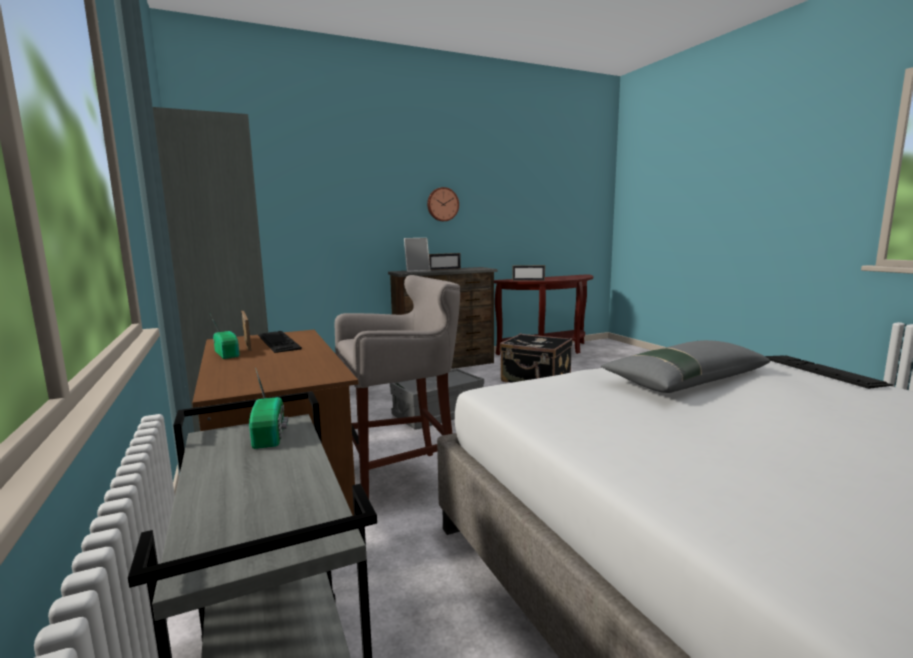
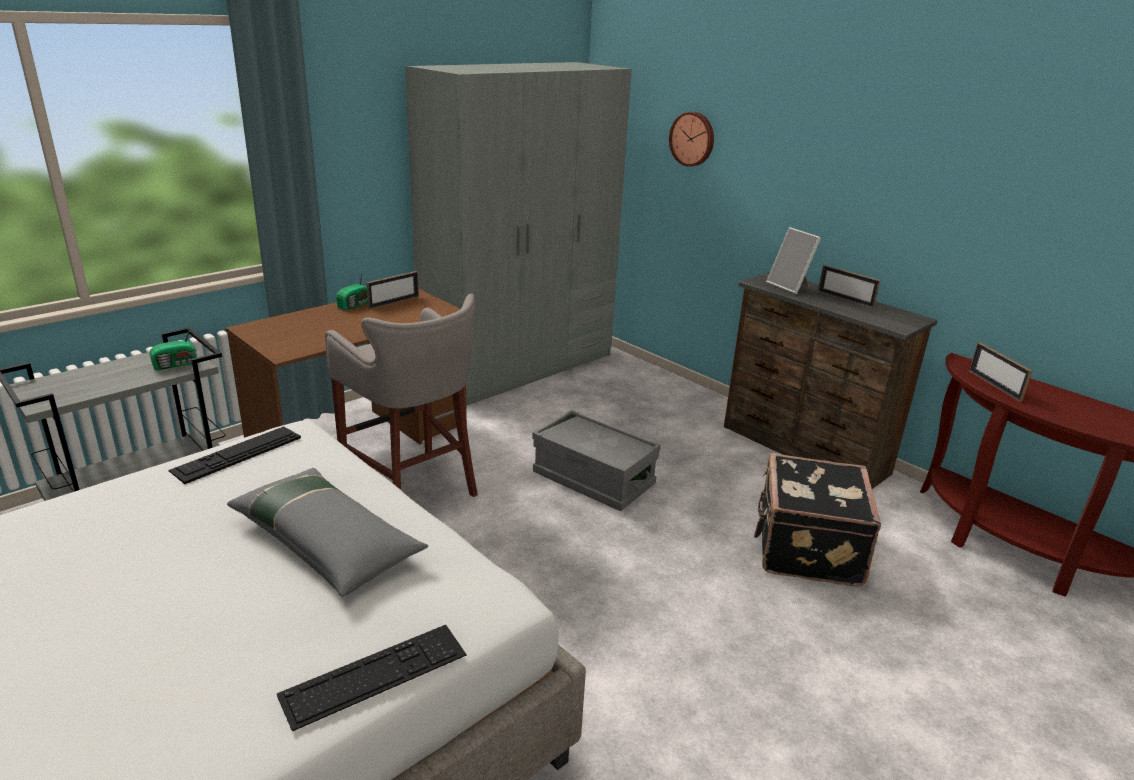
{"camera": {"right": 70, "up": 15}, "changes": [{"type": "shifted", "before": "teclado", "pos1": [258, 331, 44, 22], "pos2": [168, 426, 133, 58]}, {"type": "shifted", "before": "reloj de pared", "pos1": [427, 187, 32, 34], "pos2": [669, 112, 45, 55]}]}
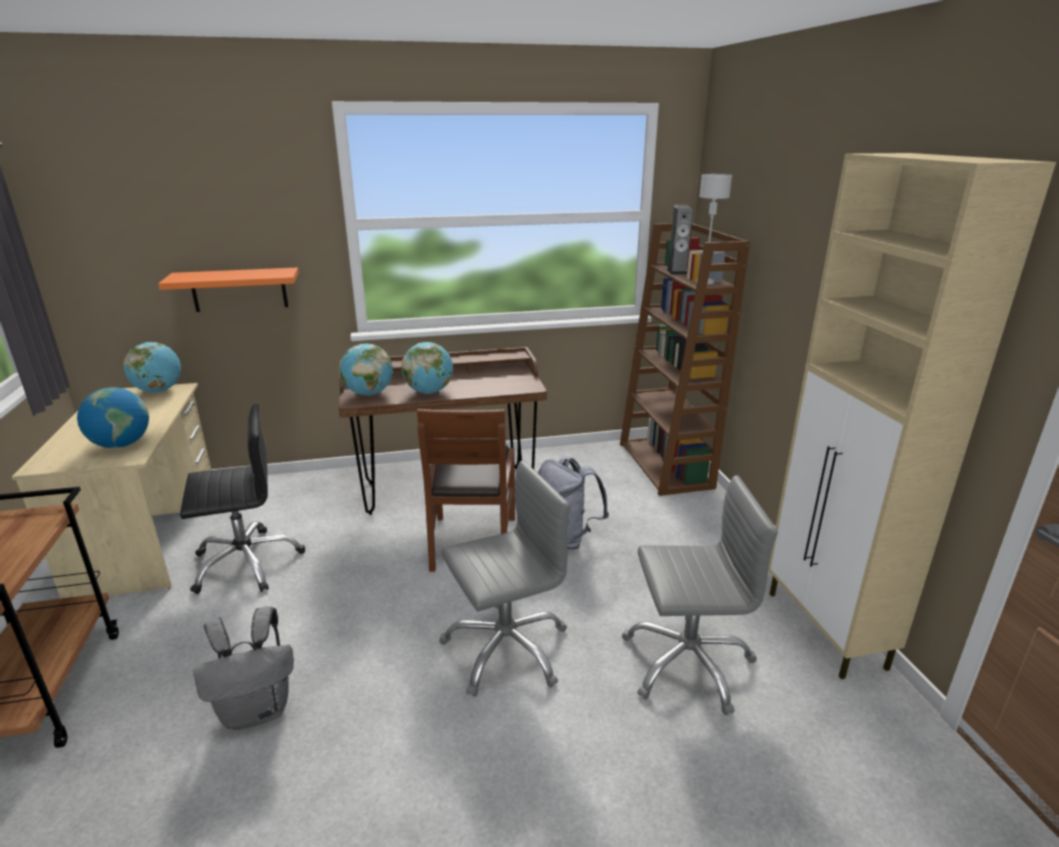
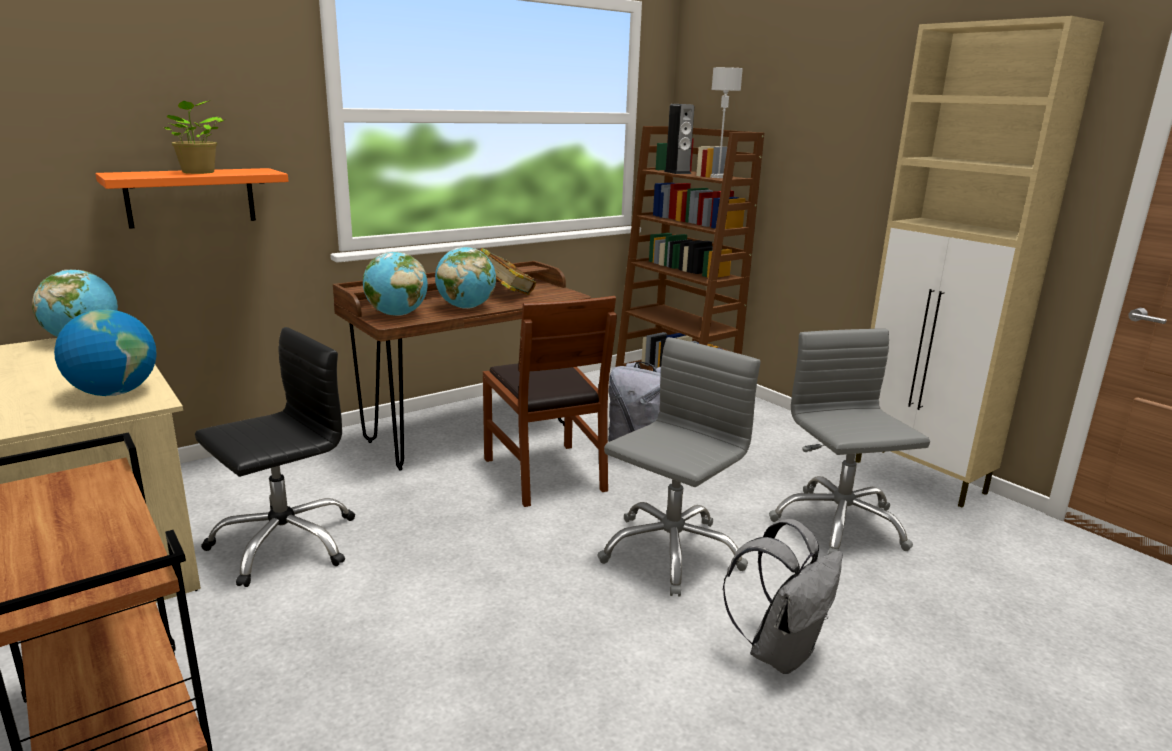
{"camera": {"right": -25, "up": -5}, "changes": [{"type": "new", "after": "planta en maceta", "pos2": [164, 100, 60, 74]}, {"type": "new", "after": "libro", "pos2": [480, 248, 56, 47]}, {"type": "shifted", "before": "mochila (gris)", "pos1": [193, 606, 101, 124], "pos2": [722, 519, 121, 155]}, {"type": "rotated", "before": "silla de oficina (gris)", "pos1": [622, 475, 156, 240], "pos2": [769, 329, 161, 225], "turn": -75}]}
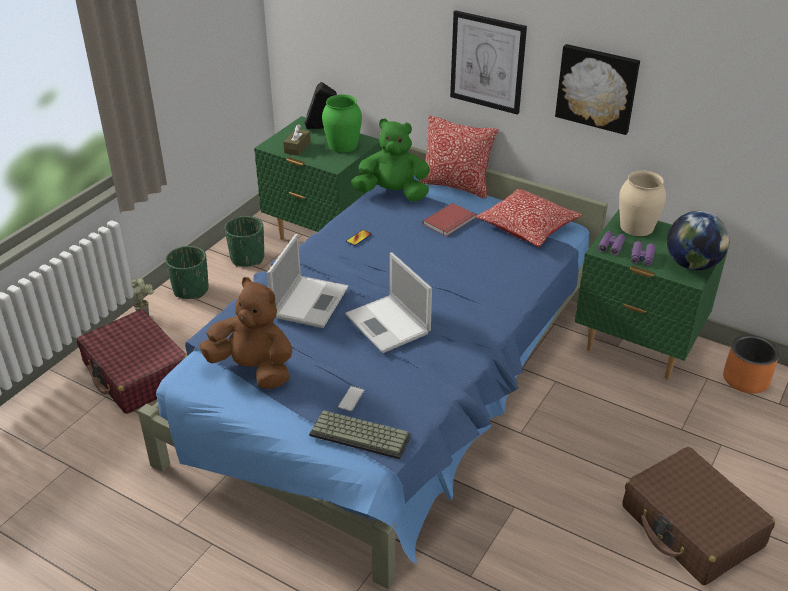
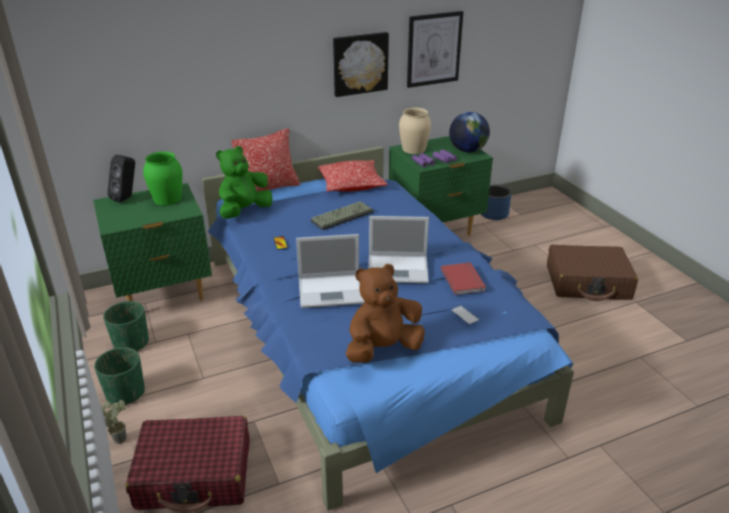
{"camera": {"right": -55, "up": -5}, "changes": [{"type": "gone", "before": "caja de pañuelos (marrón)", "pos1": [283, 125, 28, 31]}, {"type": "shifted", "before": "teclado", "pos1": [309, 410, 102, 49], "pos2": [310, 201, 64, 29]}, {"type": "shifted", "before": "libro (rojo)", "pos1": [423, 203, 53, 33], "pos2": [441, 262, 45, 33]}, {"type": "shifted", "before": "cuadro", "pos1": [450, 10, 77, 105], "pos2": [407, 11, 56, 77]}, {"type": "repainted", "before": "maceta (naranja)", "after": "maceta (azul)", "pos1": [723, 335, 56, 58], "pos2": [481, 185, 31, 35]}, {"type": "rotated", "before": "portátil", "pos1": [267, 234, 81, 94], "pos2": [296, 234, 68, 74], "turn": 120}]}
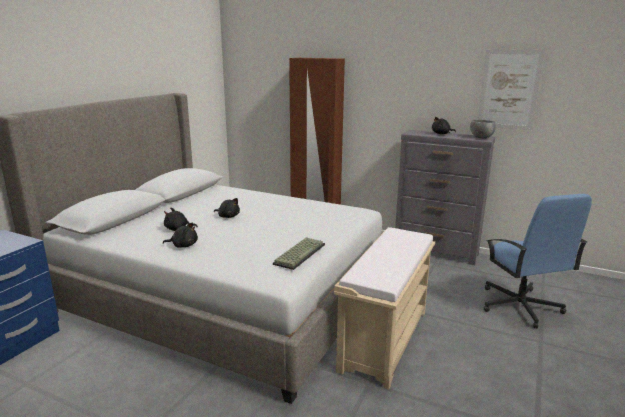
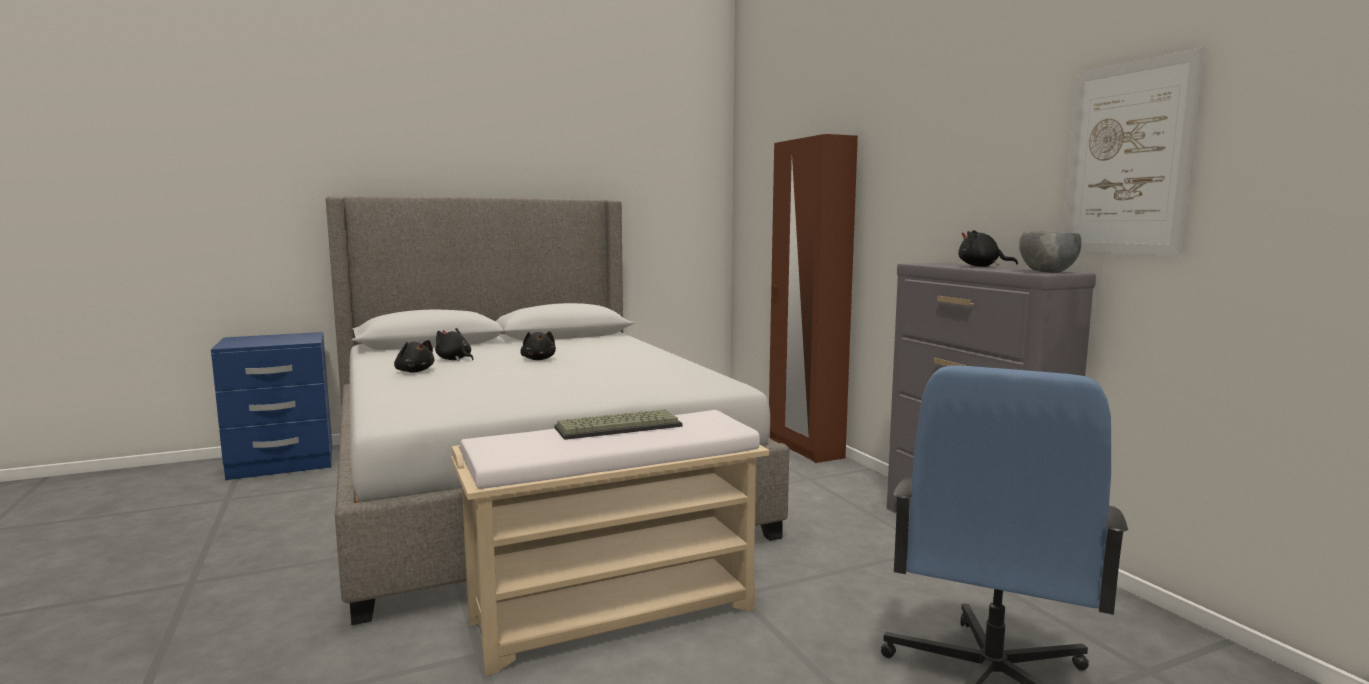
{"camera": {"right": 40, "up": -10}, "changes": [{"type": "shifted", "before": "teclado", "pos1": [273, 238, 52, 32], "pos2": [554, 409, 128, 31]}]}
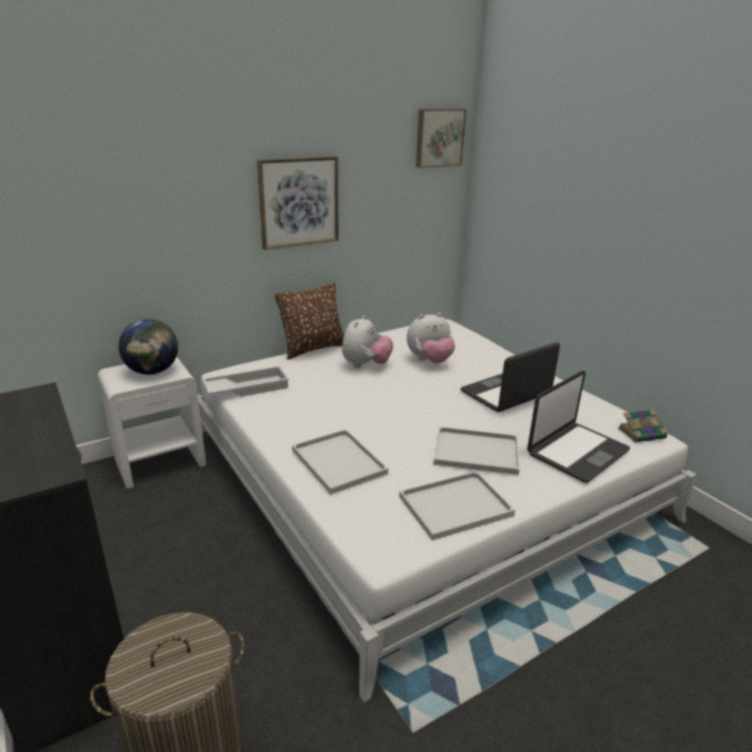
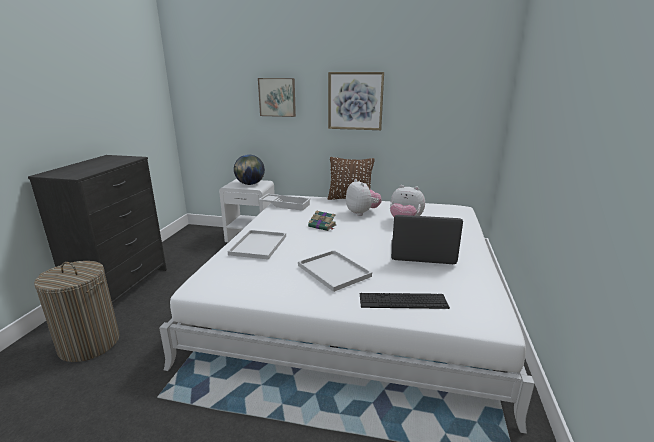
{"camera": {"right": 45, "up": -5}, "changes": [{"type": "gone", "before": "bandeja (blanco)", "pos1": [399, 471, 116, 70]}, {"type": "shifted", "before": "cuadro", "pos1": [416, 109, 50, 59], "pos2": [258, 78, 38, 39]}, {"type": "shifted", "before": "libro", "pos1": [618, 409, 51, 34], "pos2": [308, 211, 28, 20]}, {"type": "swapped", "before": "portátil", "after": "teclado", "pos1": [527, 371, 103, 112], "pos2": [360, 293, 90, 16]}, {"type": "rotated", "before": "peluche", "pos1": [342, 315, 51, 53], "pos2": [346, 179, 36, 37], "turn": -90}]}
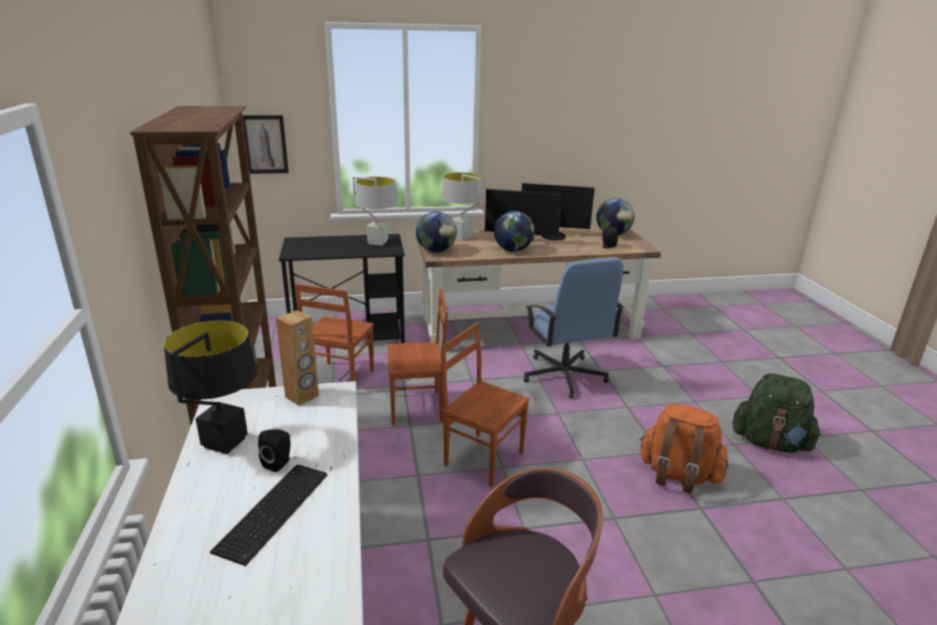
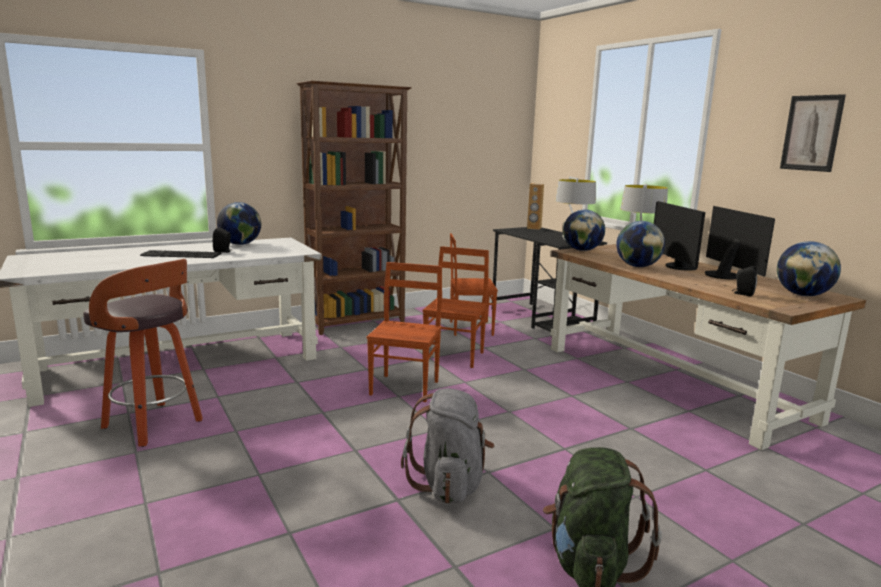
{"camera": {"right": 70, "up": -10}, "changes": [{"type": "gone", "before": "silla de oficina (azul)", "pos1": [524, 257, 100, 142]}, {"type": "shifted", "before": "cuadro", "pos1": [242, 115, 47, 59], "pos2": [780, 94, 66, 78]}, {"type": "shifted", "before": "altavoz (marrón)", "pos1": [276, 310, 43, 96], "pos2": [527, 183, 17, 47]}, {"type": "swapped", "before": "lámpara de mesa (negro)", "after": "globo terráqueo", "pos1": [164, 320, 93, 134], "pos2": [217, 202, 44, 43]}, {"type": "repainted", "before": "mochila (naranja)", "after": "mochila (gris)", "pos1": [640, 404, 88, 90], "pos2": [401, 388, 93, 116]}, {"type": "rotated", "before": "silla (marrón)", "pos1": [387, 289, 61, 136], "pos2": [423, 246, 66, 122], "turn": -135}]}
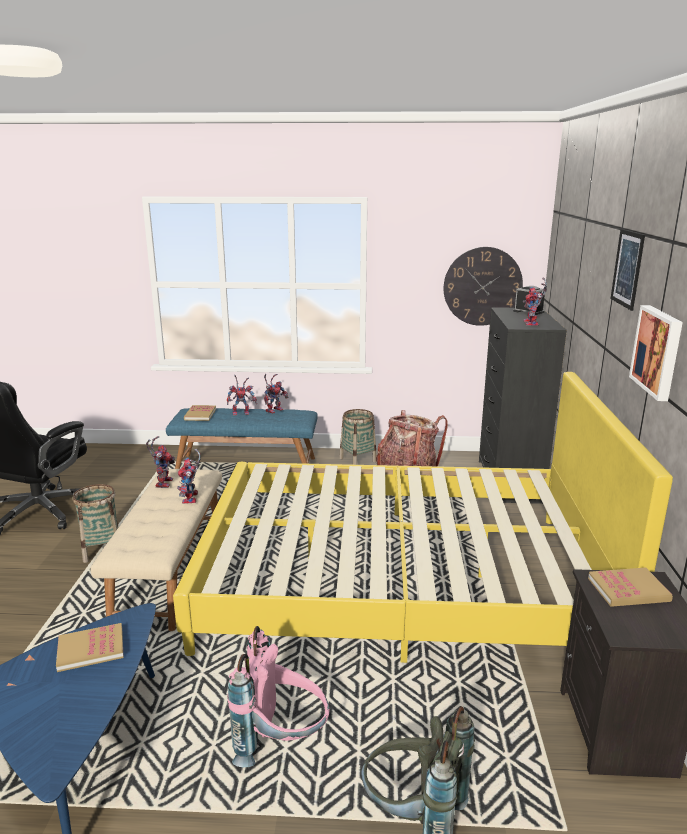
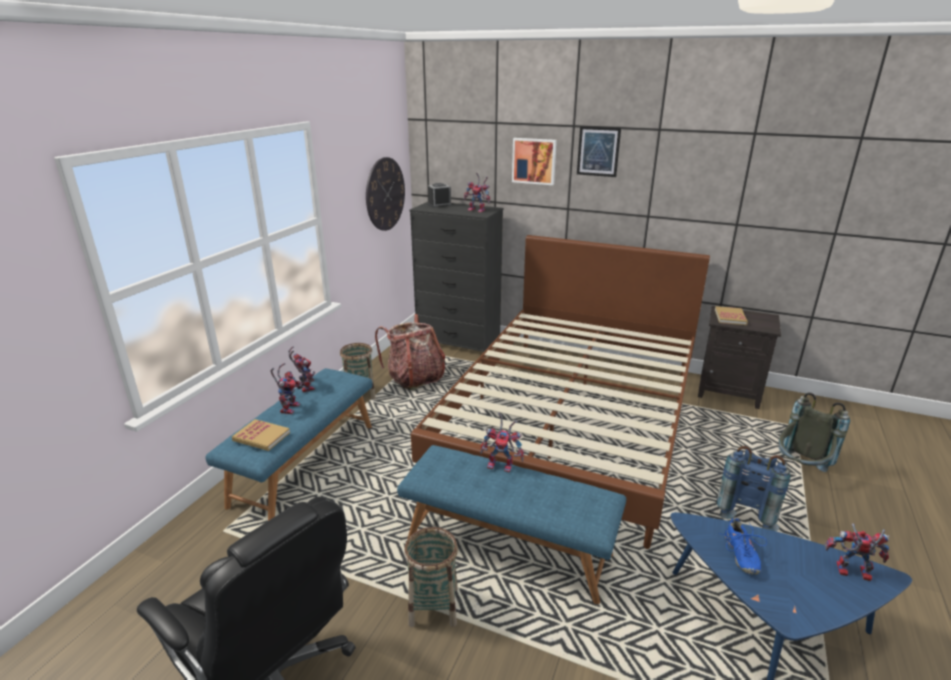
{"camera": {"right": -70, "up": 5}, "changes": [{"type": "shifted", "before": "robot de juguete", "pos1": [146, 436, 29, 52], "pos2": [824, 523, 65, 58]}, {"type": "shifted", "before": "cuadro", "pos1": [629, 305, 54, 96], "pos2": [512, 138, 45, 47]}, {"type": "swapped", "before": "libro", "after": "zapato (azul)", "pos1": [56, 623, 68, 49], "pos2": [719, 518, 48, 57]}, {"type": "repainted", "before": "banco (beis)", "after": "banco (azul)", "pos1": [90, 469, 132, 162], "pos2": [397, 445, 229, 159]}, {"type": "repainted", "before": "cama (amarillo)", "after": "cama (marrón)", "pos1": [173, 372, 500, 291], "pos2": [411, 235, 299, 314]}, {"type": "repainted", "before": "mochila (rosa)", "after": "mochila (azul)", "pos1": [227, 626, 103, 141], "pos2": [717, 446, 73, 86]}]}
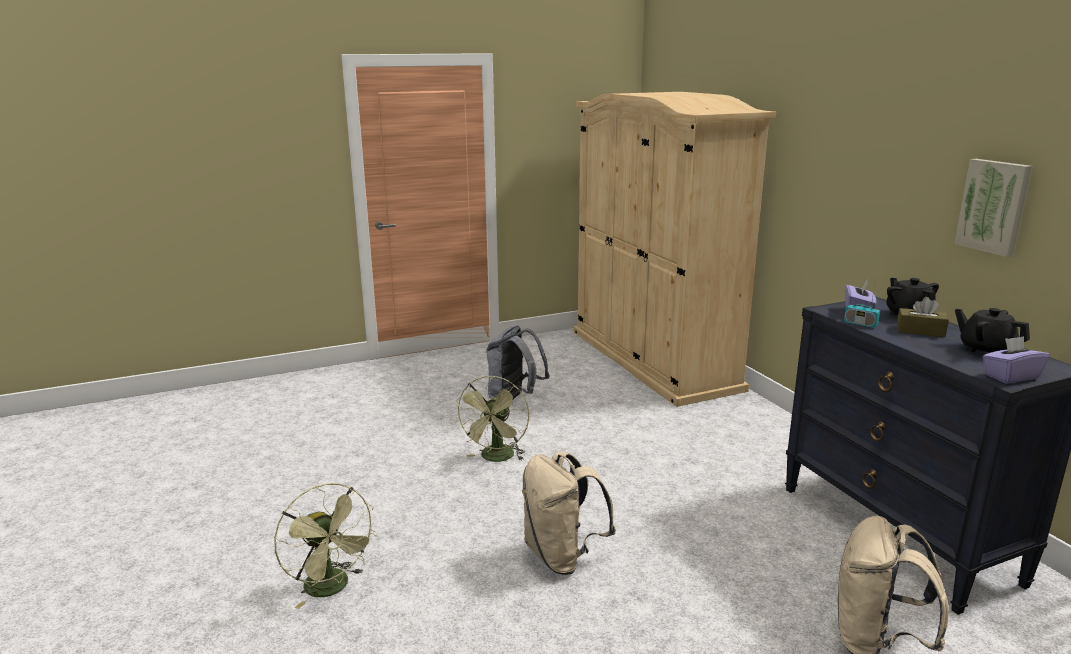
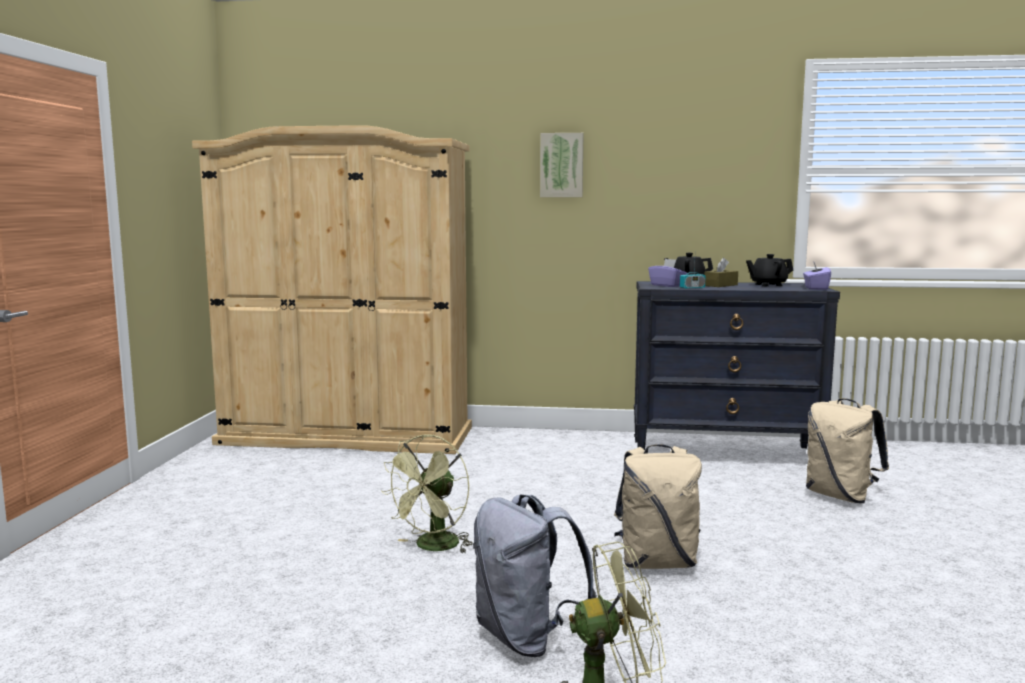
{"camera": {"right": -60, "up": -10}, "changes": [{"type": "shifted", "before": "mochila (gris)", "pos1": [486, 325, 64, 74], "pos2": [473, 494, 124, 163]}, {"type": "shifted", "before": "cuadro", "pos1": [954, 159, 78, 98], "pos2": [540, 133, 44, 64]}, {"type": "rotated", "before": "ventilador (verde)", "pos1": [455, 376, 74, 86], "pos2": [381, 434, 92, 119], "turn": 75}]}
